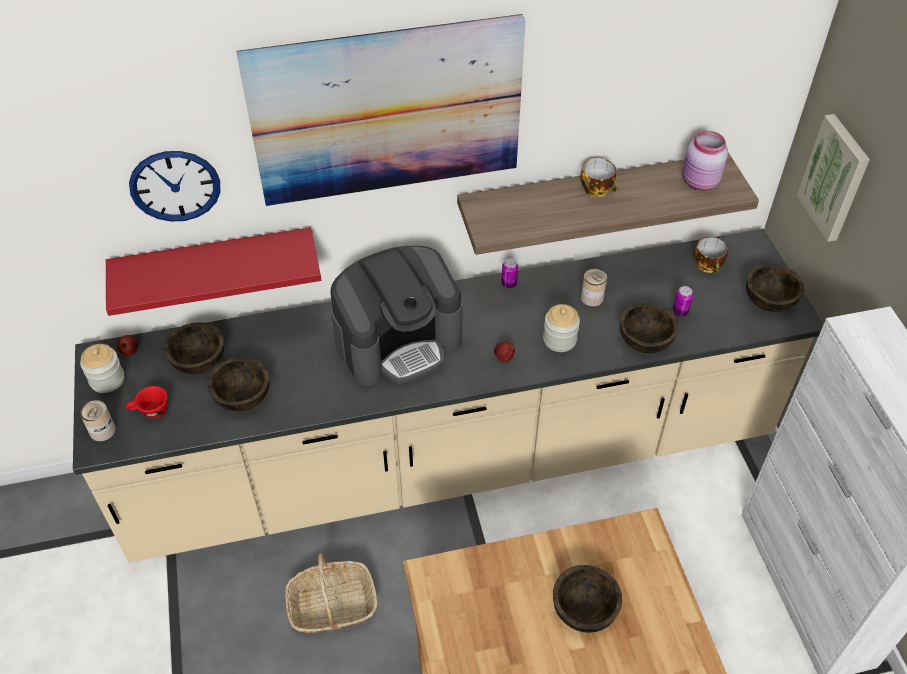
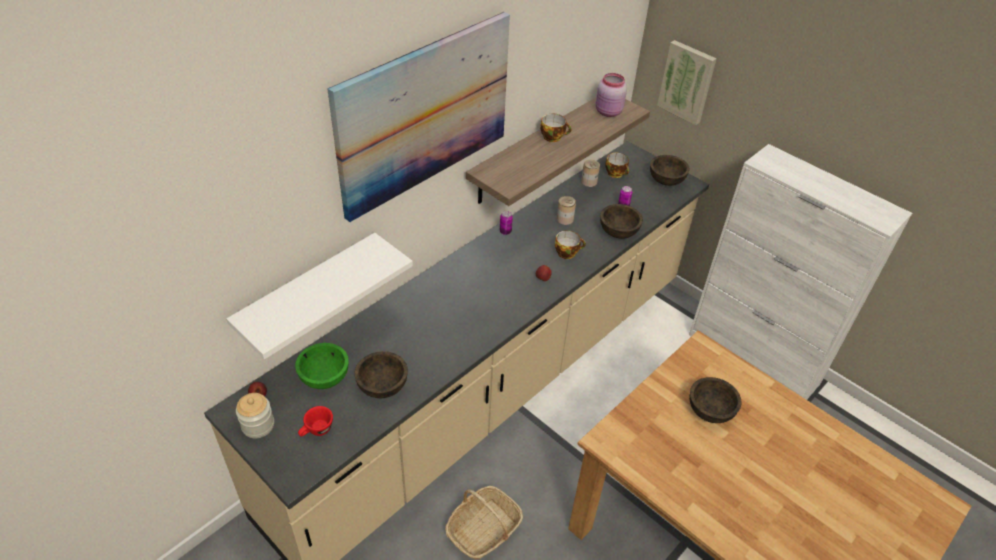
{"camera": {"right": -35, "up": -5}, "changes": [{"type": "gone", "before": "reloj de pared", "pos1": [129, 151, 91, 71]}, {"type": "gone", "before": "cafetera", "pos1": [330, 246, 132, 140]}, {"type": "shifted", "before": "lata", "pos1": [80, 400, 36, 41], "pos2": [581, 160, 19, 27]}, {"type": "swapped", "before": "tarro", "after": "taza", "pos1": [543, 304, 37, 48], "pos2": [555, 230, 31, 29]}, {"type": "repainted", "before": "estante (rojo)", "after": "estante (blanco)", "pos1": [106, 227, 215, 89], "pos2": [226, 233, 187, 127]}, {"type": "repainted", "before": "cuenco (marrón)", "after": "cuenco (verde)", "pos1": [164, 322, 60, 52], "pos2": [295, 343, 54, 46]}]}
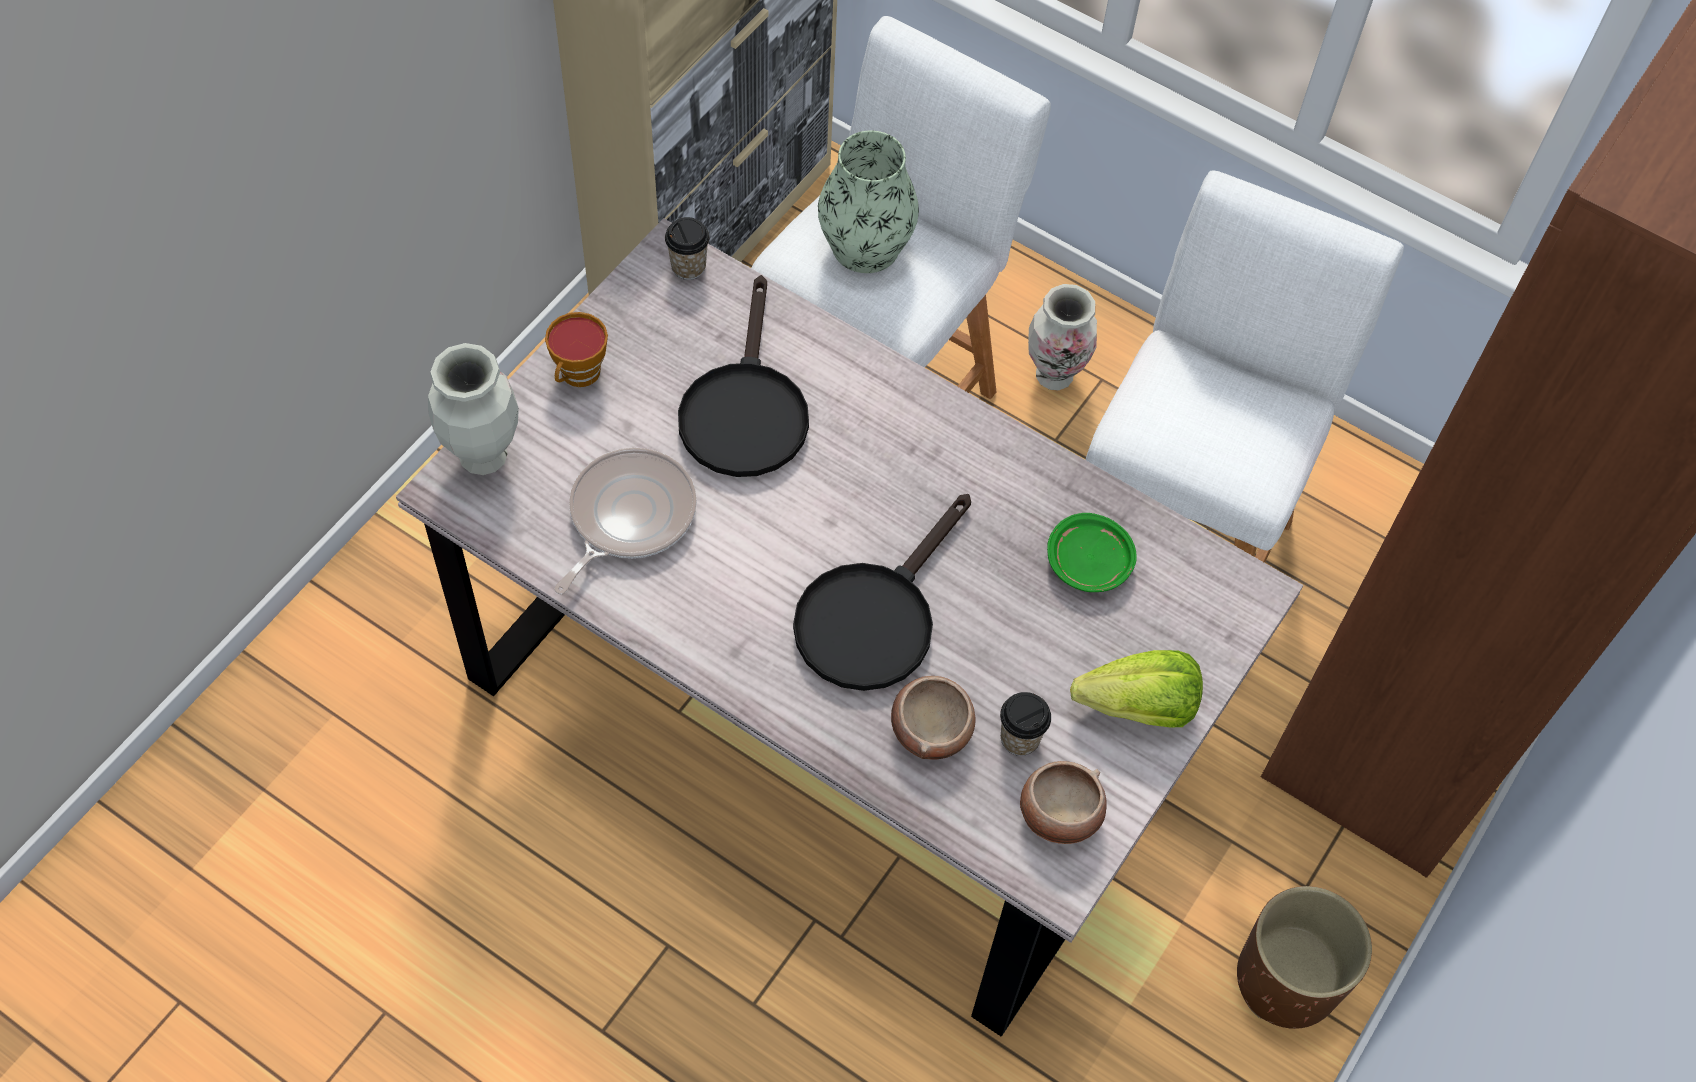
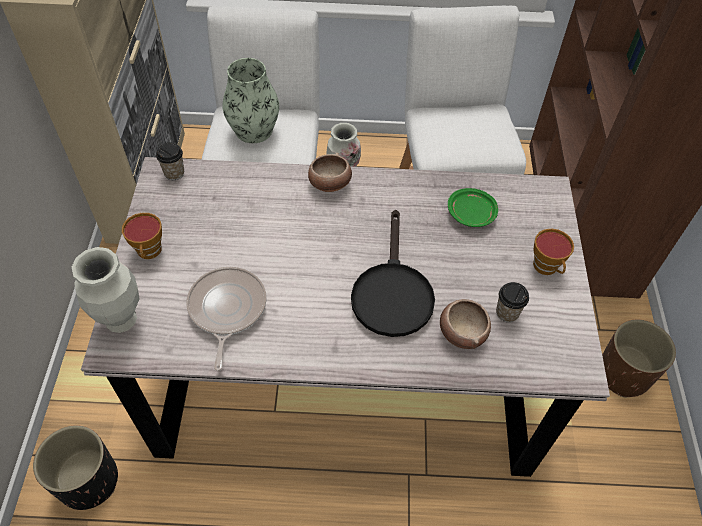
{"camera": {"right": -30, "up": -5}, "changes": [{"type": "gone", "before": "sartén (negro)", "pos1": [678, 275, 131, 202]}, {"type": "new", "after": "maceta (negro)", "pos2": [33, 425, 85, 85]}, {"type": "shifted", "before": "cuenco", "pos1": [1020, 761, 87, 83], "pos2": [308, 152, 44, 40]}, {"type": "swapped", "before": "lechuga", "after": "taza", "pos1": [1070, 650, 133, 78], "pos2": [533, 229, 41, 46]}]}
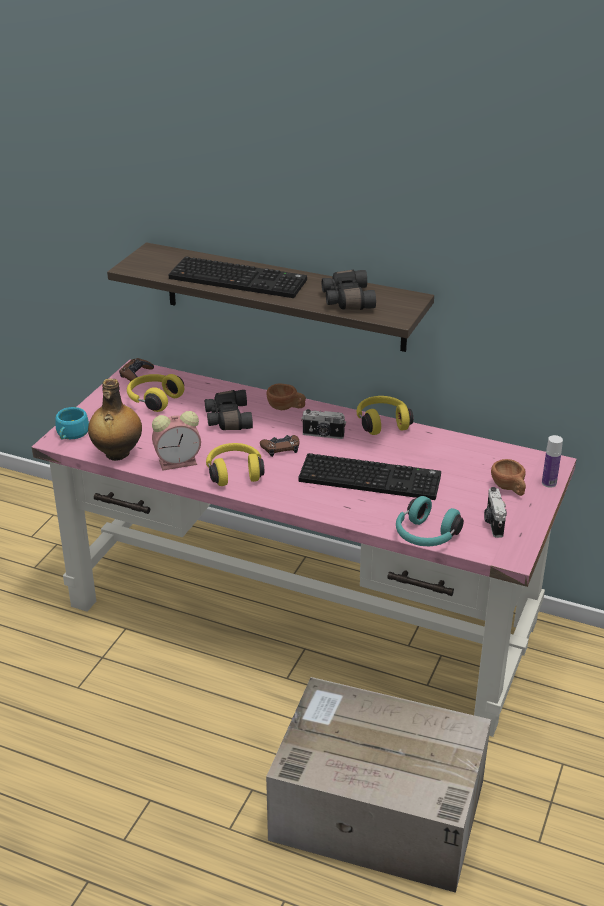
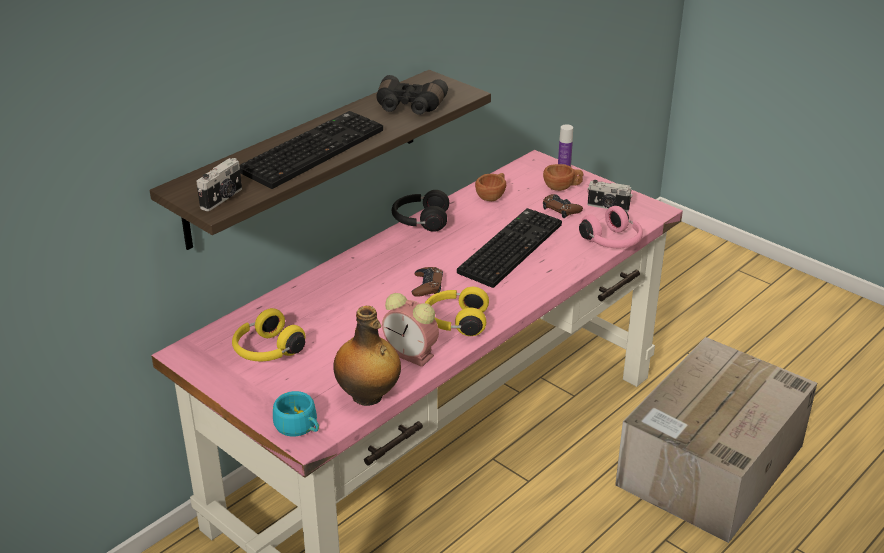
{"camera": {"right": -70, "up": 0}, "changes": [{"type": "gone", "before": "prismáticos (negro)", "pos1": [205, 390, 48, 40]}, {"type": "shifted", "before": "mando de consola (marrón)", "pos1": [119, 358, 35, 23], "pos2": [543, 194, 40, 24]}, {"type": "shifted", "before": "taza (marrón)", "pos1": [267, 384, 39, 26], "pos2": [475, 173, 31, 28]}, {"type": "shifted", "before": "cámara", "pos1": [301, 409, 45, 30], "pos2": [196, 158, 46, 53]}, {"type": "repainted", "before": "auriculares (amarillo)", "after": "auriculares (negro)", "pos1": [356, 396, 57, 39], "pos2": [392, 190, 57, 42]}, {"type": "repainted", "before": "auriculares (turquesa)", "after": "auriculares (rosa)", "pos1": [396, 496, 68, 50], "pos2": [579, 206, 64, 42]}, {"type": "rotated", "before": "despertador", "pos1": [152, 411, 49, 60], "pos2": [382, 293, 57, 74], "turn": 120}]}
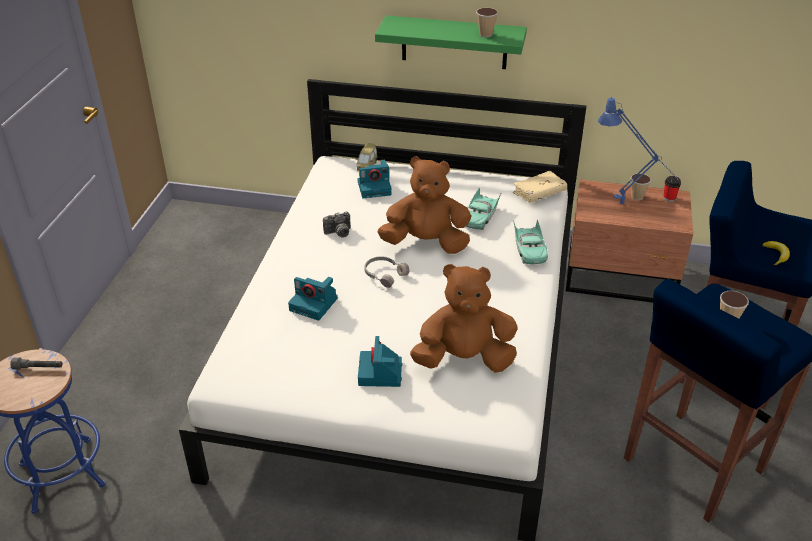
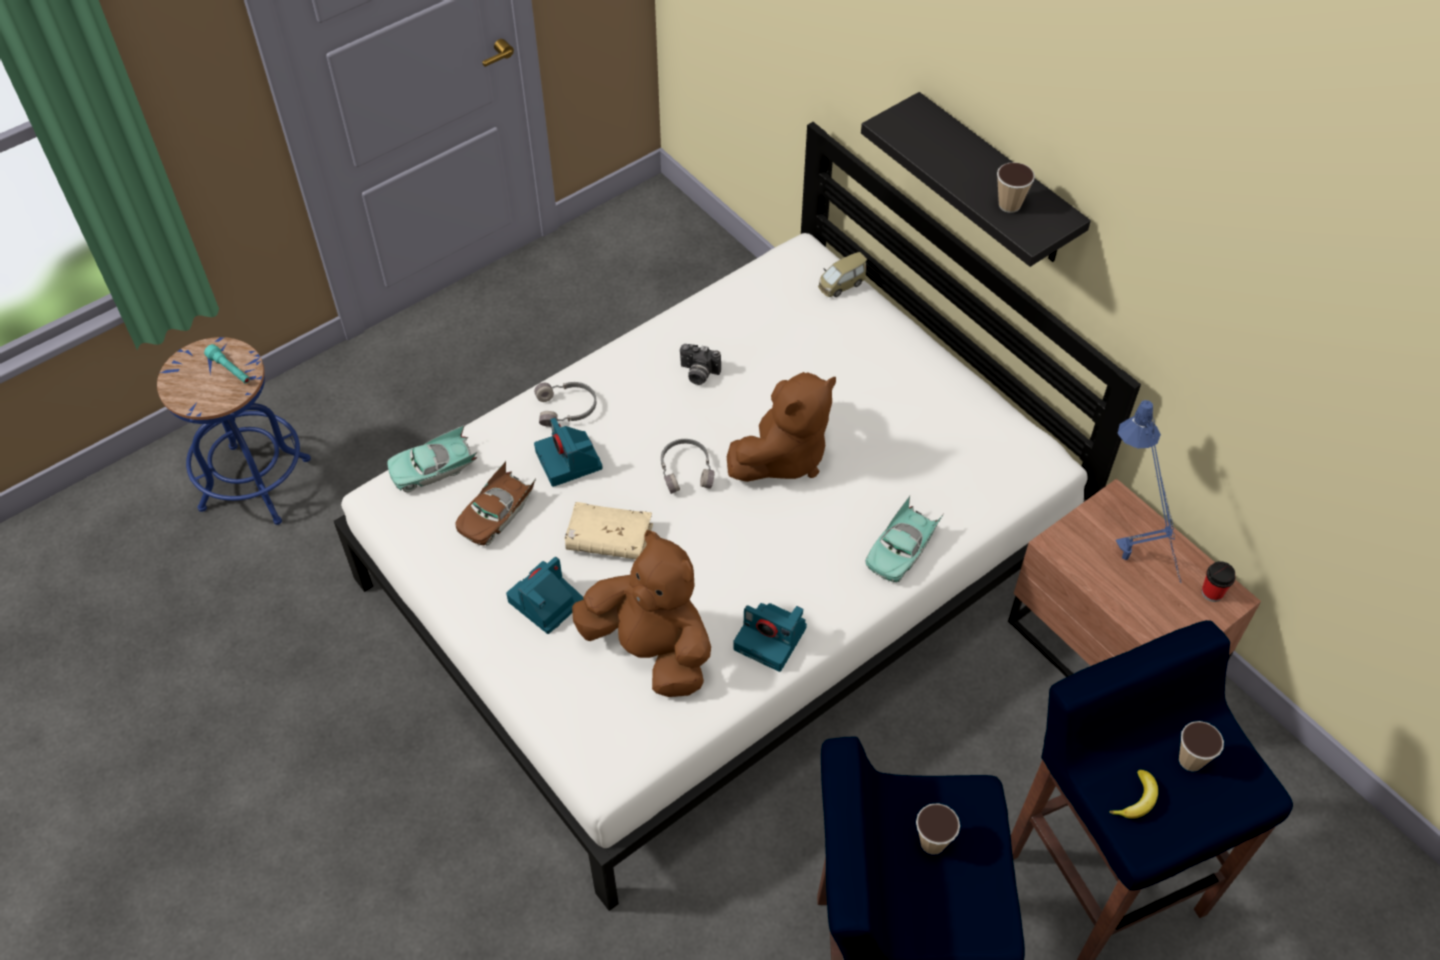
{"camera": {"right": 40, "up": 15}, "changes": [{"type": "new", "after": "coche de juguete (marrón)", "pos2": [456, 461, 80, 84]}, {"type": "new", "after": "auriculares (gris)", "pos2": [534, 382, 62, 45]}, {"type": "shifted", "before": "cámara", "pos1": [358, 160, 33, 38], "pos2": [733, 603, 74, 69]}, {"type": "shifted", "before": "coche de juguete (turquesa)", "pos1": [466, 187, 36, 43], "pos2": [387, 425, 91, 67]}, {"type": "shifted", "before": "libro (beis)", "pos1": [513, 171, 54, 32], "pos2": [565, 502, 88, 57]}, {"type": "shifted", "before": "taza", "pos1": [631, 173, 20, 27], "pos2": [1179, 721, 45, 51]}, {"type": "repainted", "before": "linterna (gris)", "after": "linterna (turquesa)", "pos1": [10, 357, 52, 13], "pos2": [204, 344, 46, 40]}, {"type": "repainted", "before": "estante (verde)", "after": "estante (negro)", "pos1": [375, 15, 152, 54], "pos2": [861, 92, 230, 175]}, {"type": "rotated", "before": "peluche (marrón)", "pos1": [378, 156, 93, 98], "pos2": [727, 372, 109, 110], "turn": 90}]}
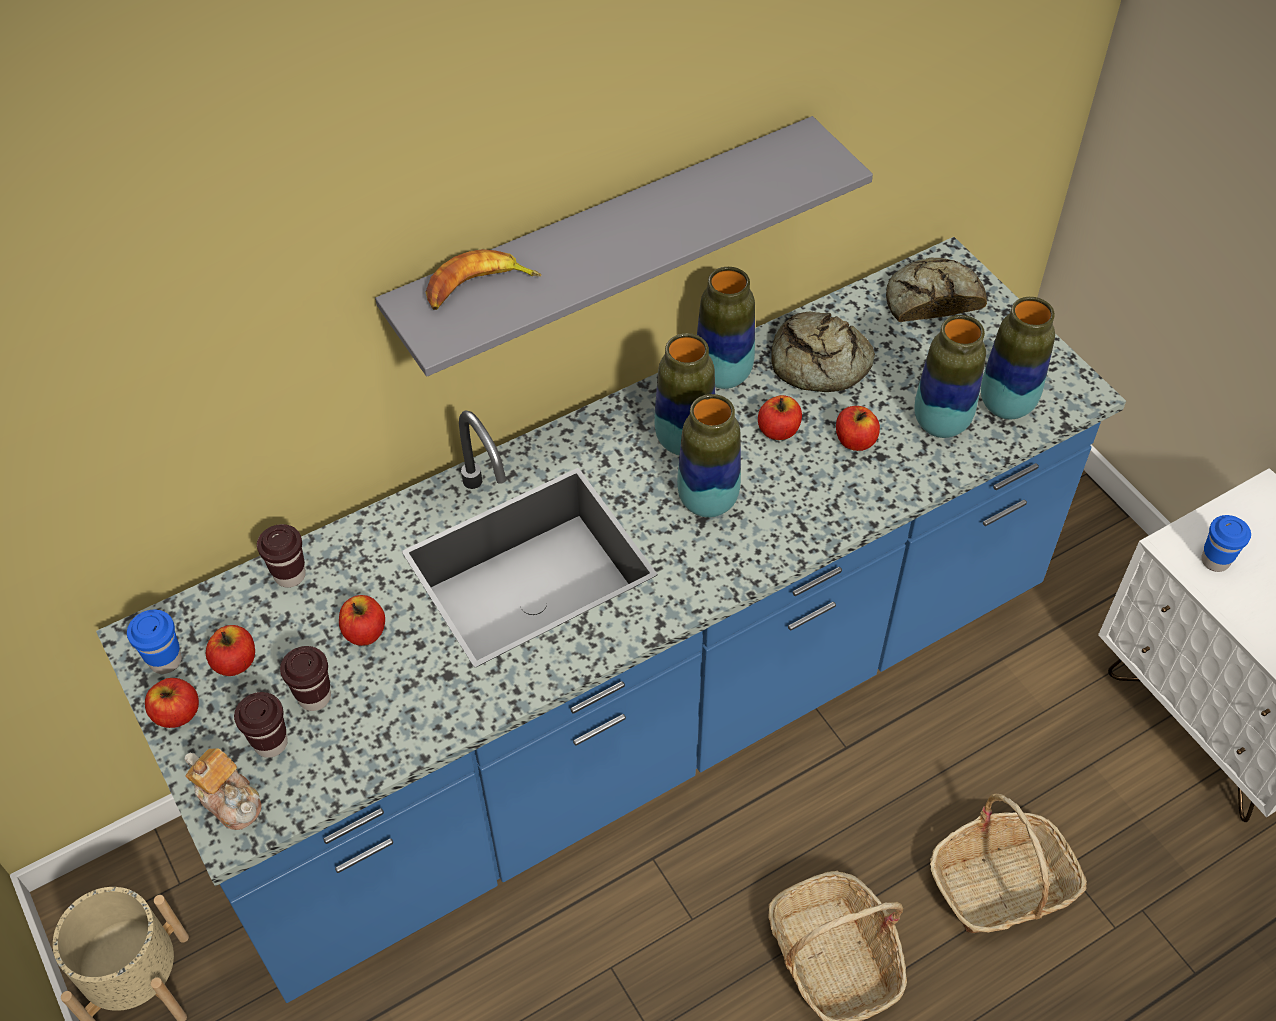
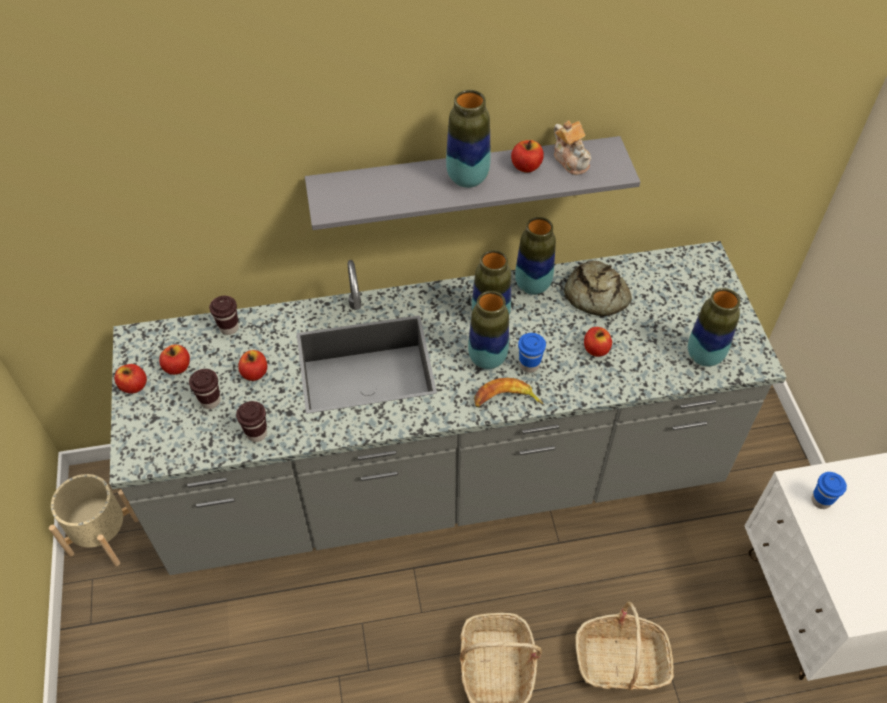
{"camera": {"right": 20, "up": 0}, "changes": [{"type": "gone", "before": "pan", "pos1": [886, 258, 101, 64]}, {"type": "shifted", "before": "taza (azul)", "pos1": [127, 610, 55, 64], "pos2": [518, 333, 28, 40]}, {"type": "shifted", "before": "tetera", "pos1": [185, 748, 76, 82], "pos2": [554, 120, 37, 55]}, {"type": "shifted", "before": "taza (marrón)", "pos1": [234, 692, 54, 66], "pos2": [236, 401, 31, 41]}, {"type": "shifted", "before": "plátano", "pos1": [426, 249, 115, 61], "pos2": [474, 378, 69, 29]}, {"type": "shifted", "before": "manzana", "pos1": [758, 395, 44, 45], "pos2": [511, 140, 33, 32]}, {"type": "shifted", "before": "florero", "pos1": [915, 315, 71, 123], "pos2": [446, 90, 45, 98]}, {"type": "repainted", "before": "mueble bajo de cocina (azul)", "after": "mueble bajo de cocina (gris)", "pos1": [96, 237, 1030, 766], "pos2": [110, 241, 677, 334]}]}
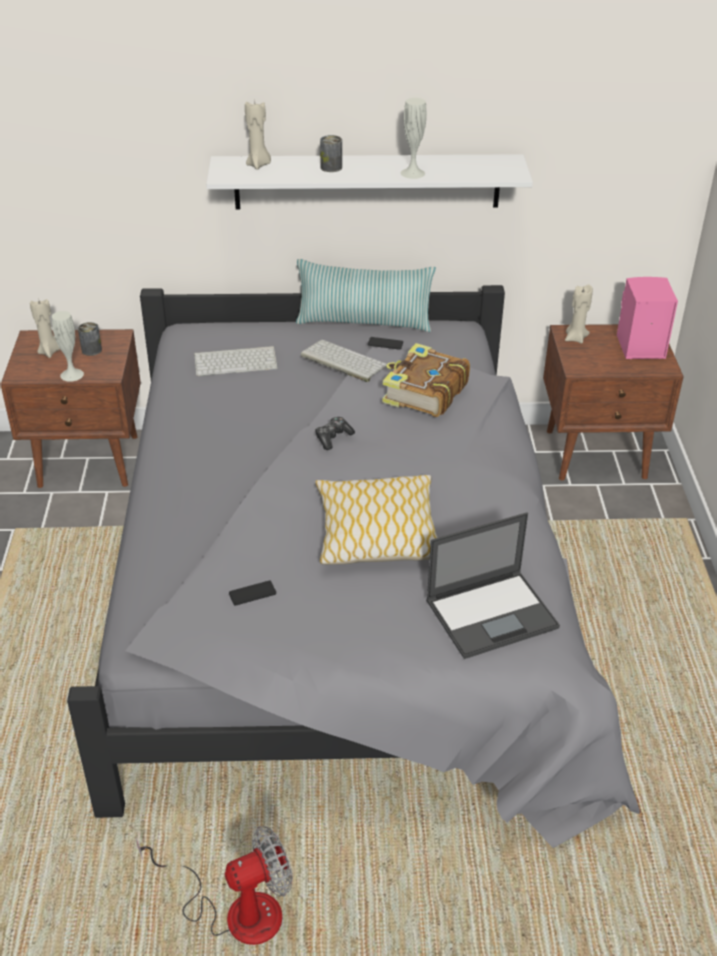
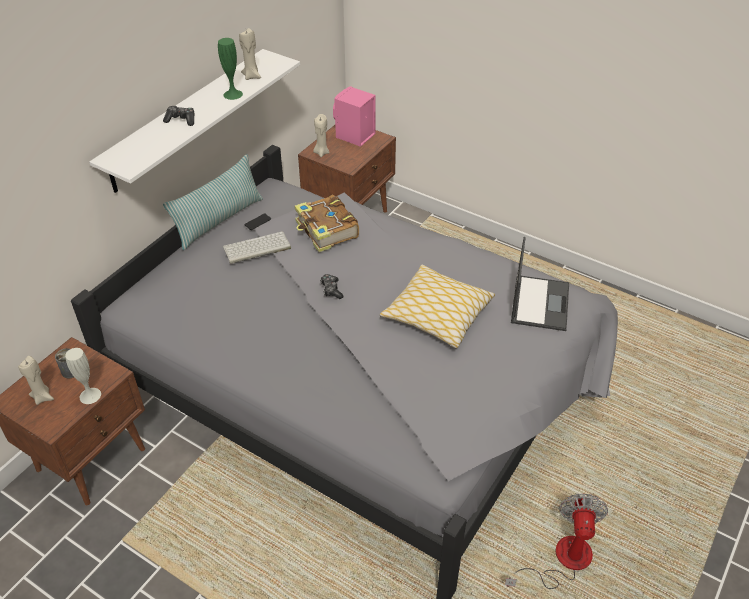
{"camera": {"right": -55, "up": 5}, "changes": [{"type": "gone", "before": "teclado", "pos1": [194, 346, 84, 30]}, {"type": "gone", "before": "móvil", "pos1": [229, 581, 47, 24]}, {"type": "shifted", "before": "vela (beis)", "pos1": [245, 100, 26, 70], "pos2": [239, 28, 22, 52]}, {"type": "swapped", "before": "lata", "after": "mando de consola", "pos1": [320, 135, 22, 37], "pos2": [163, 106, 32, 20]}, {"type": "repainted", "before": "florero (blanco)", "after": "florero (verde)", "pos1": [401, 98, 26, 81], "pos2": [218, 38, 25, 62]}]}
